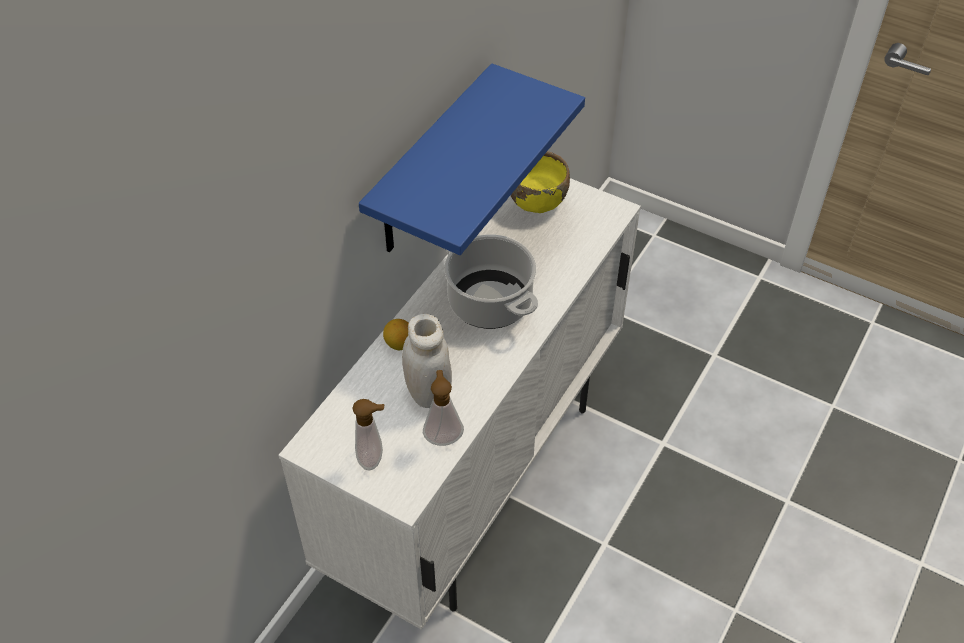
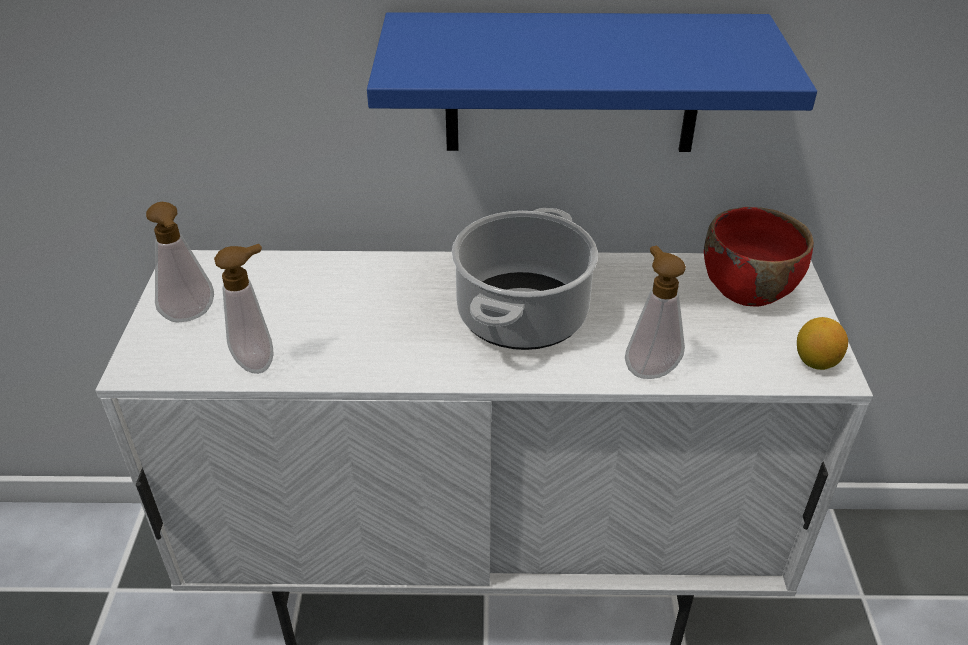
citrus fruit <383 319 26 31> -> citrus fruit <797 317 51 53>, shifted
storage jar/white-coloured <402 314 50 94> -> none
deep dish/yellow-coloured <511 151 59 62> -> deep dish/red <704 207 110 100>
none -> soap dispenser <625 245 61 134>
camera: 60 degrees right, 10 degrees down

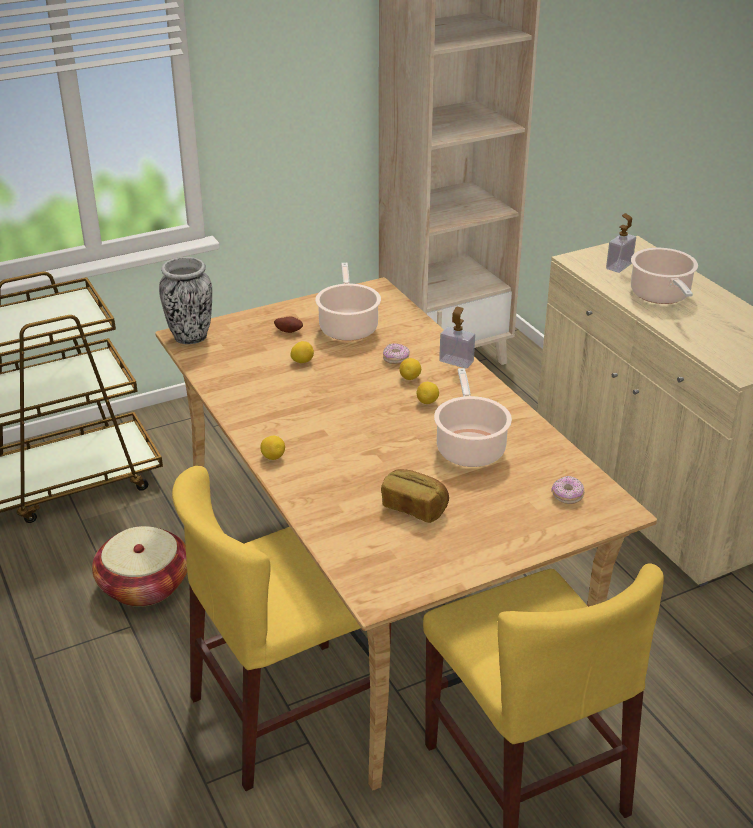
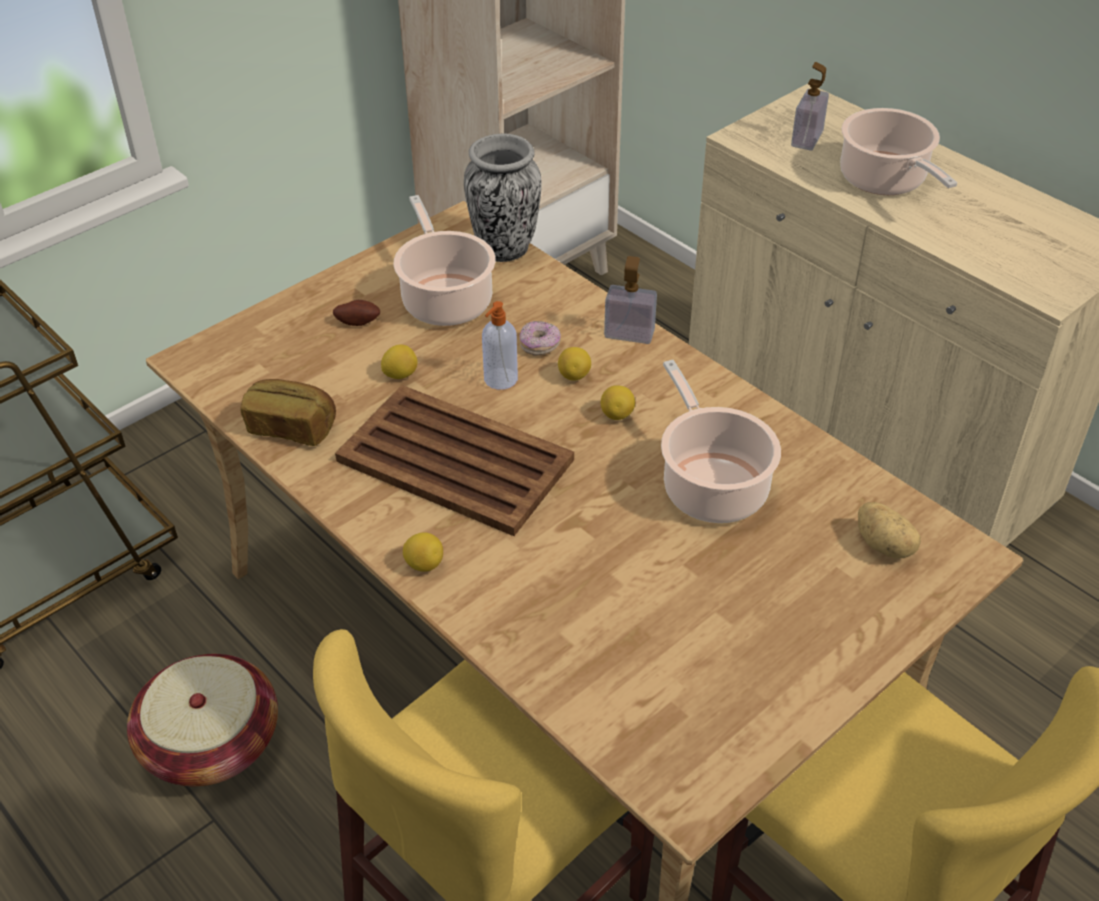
flower vase <159 257 53 87> -> flower vase <464 134 77 128>, shifted
bakery bread <381 469 68 54> -> bakery bread <240 379 96 67>, shifted
donut <551 476 34 28> -> spud <858 502 63 56>
none -> serving tray/brown <335 385 239 151>
none -> soap dispenser <482 301 36 89>
camera: 15 degrees left, 10 degrees up

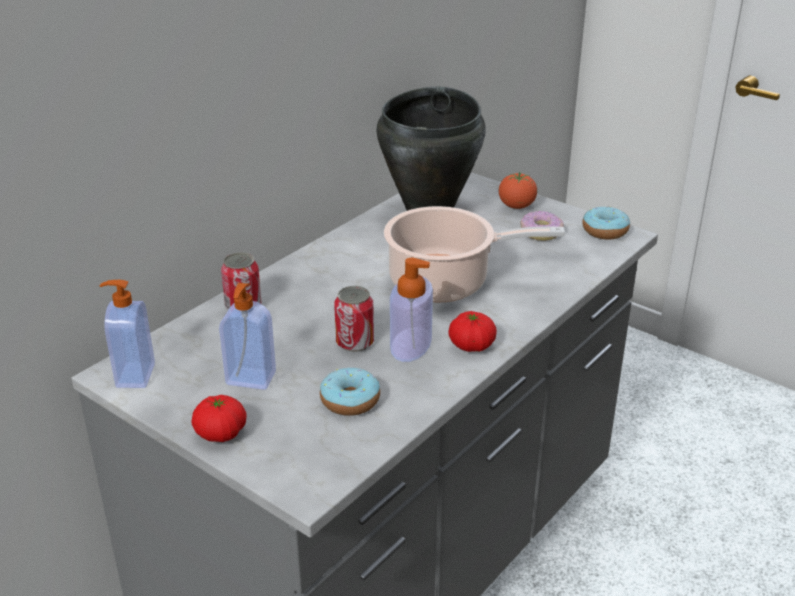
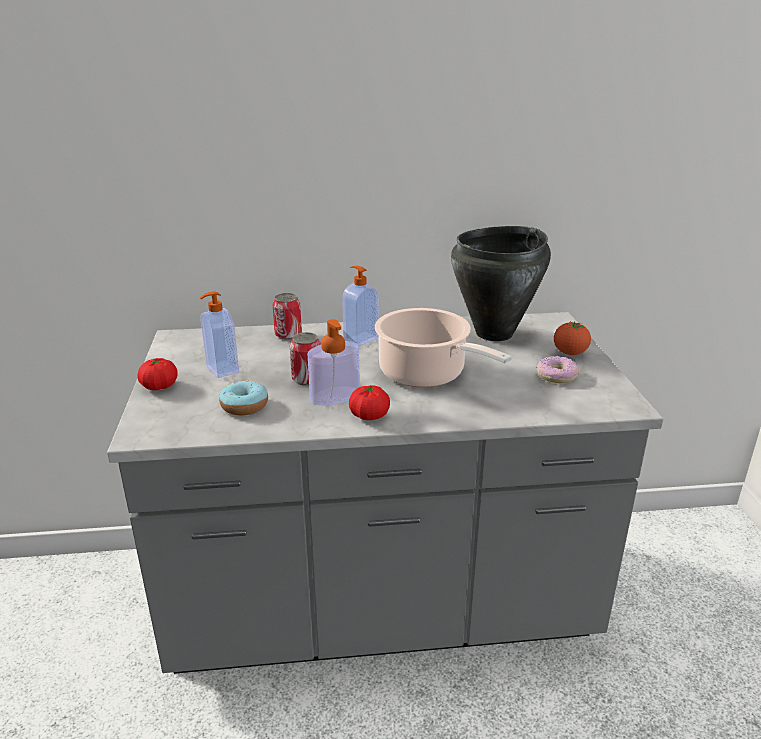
soap dispenser <100 280 55 108> -> soap dispenser <342 265 37 81>, shifted
donut <582 207 48 32> -> none
camera: 45 degrees right, 5 degrees down

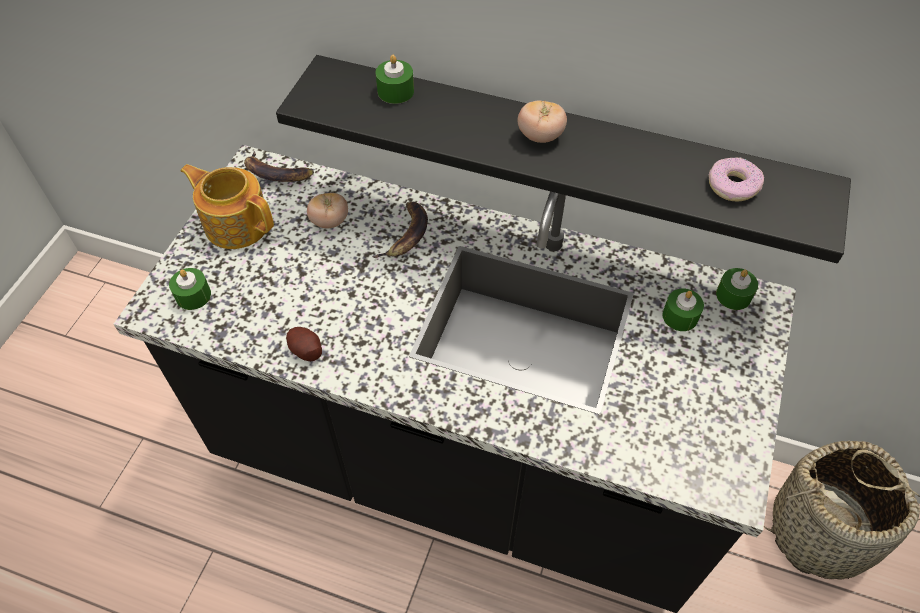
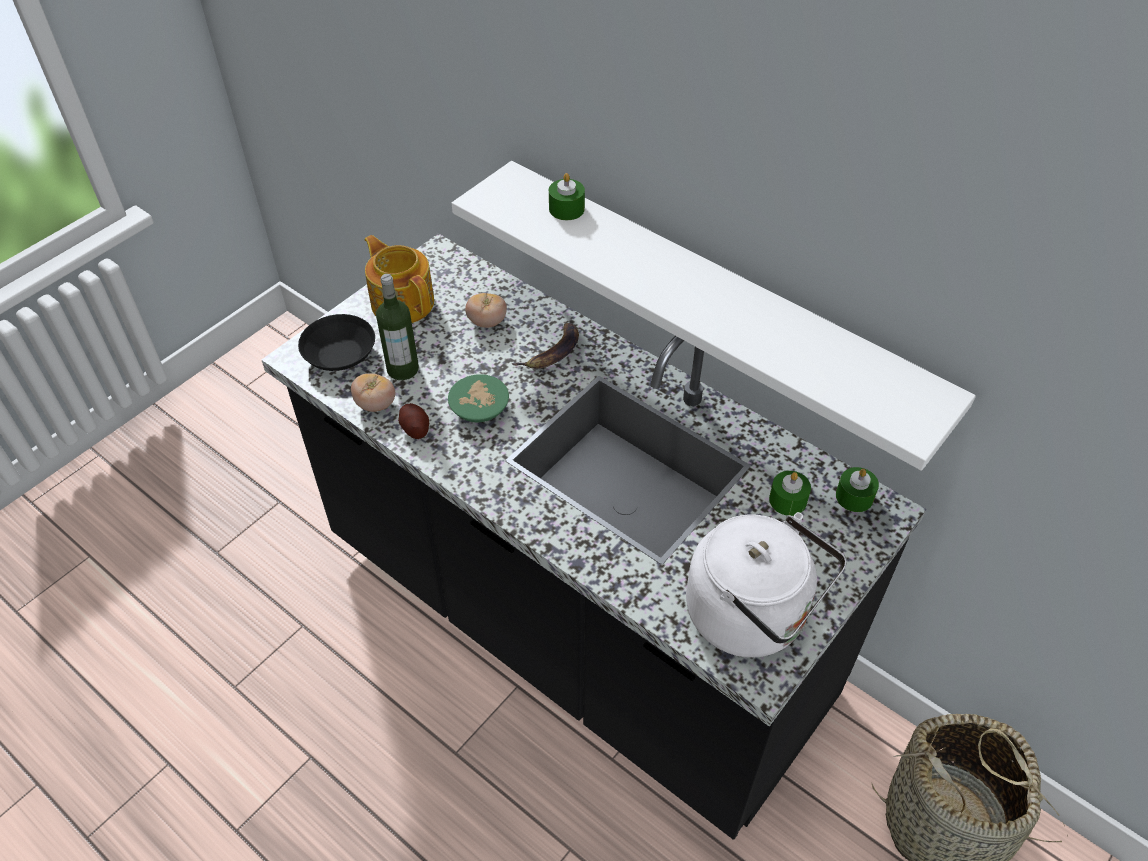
wax candle/greenish <169 268 42 42> -> deep dish/black <298 314 77 57>
whole banana <244 151 70 31> -> none
bracket shelf/black <276 55 575 208> -> bracket shelf/white-coloured <452 161 524 310>
fresh tomato <518 100 49 43> -> fresh tomato <351 373 44 39>, shifted
donut <709 157 55 44> -> none
none -> beverage bottle <376 274 43 106>
none -> deep dish/greenish <448 374 61 48>
none -> kettle/white-coloured <686 512 160 146>
camera: 20 degrees right, 5 degrees down

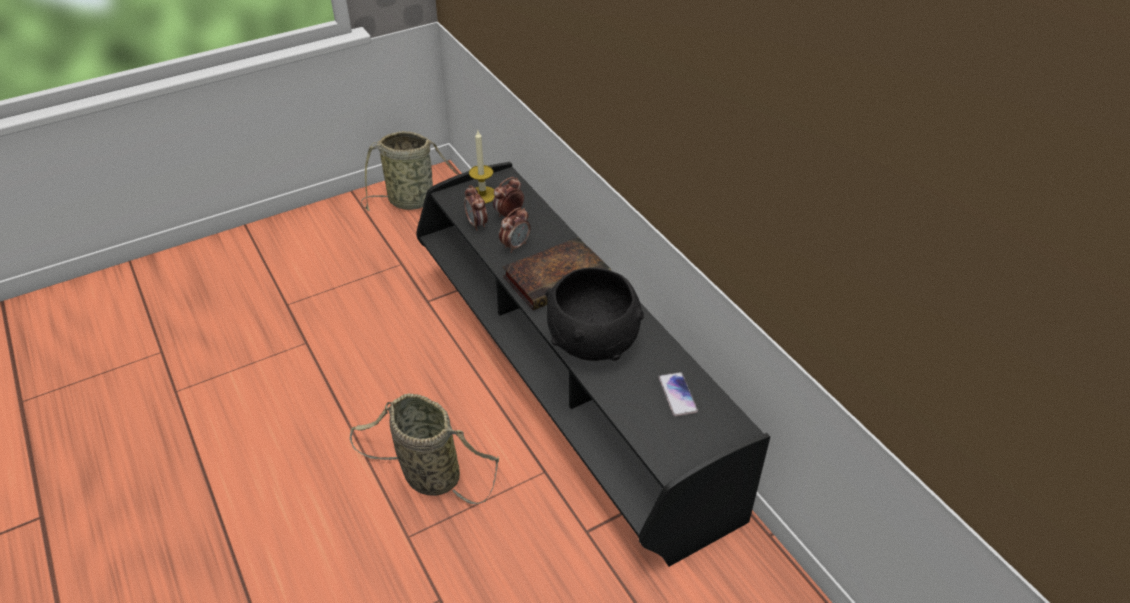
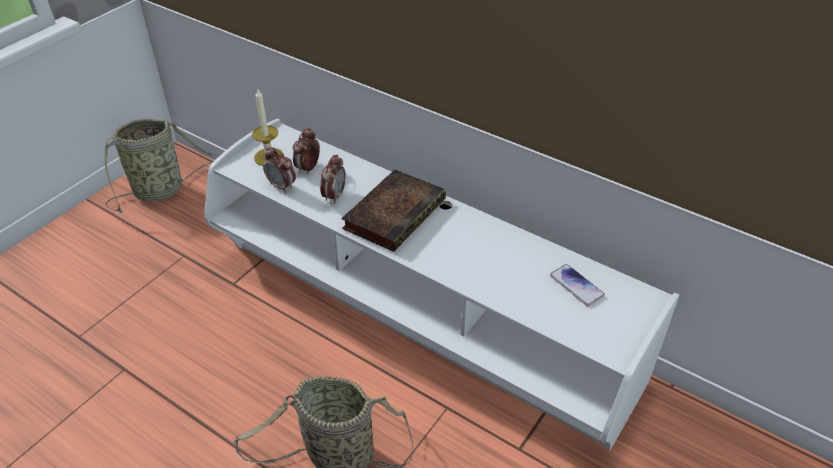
tv unit/black <416 162 354 405> -> tv unit/white-coloured <204 119 475 332>
deep dish/black <545 267 99 94> -> none
camera: 25 degrees left, 0 degrees up

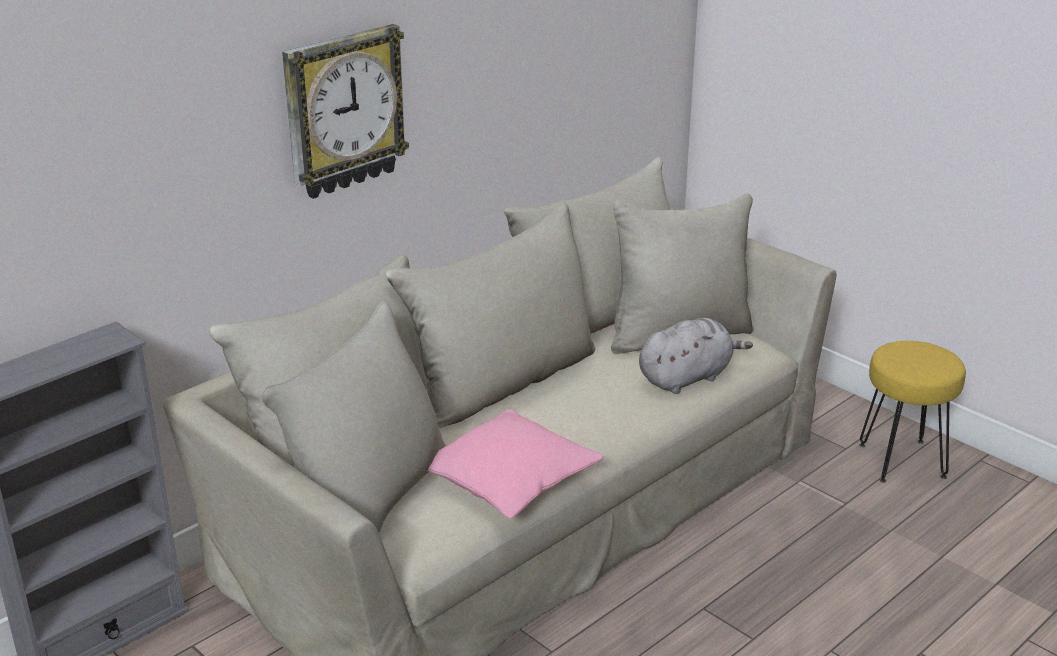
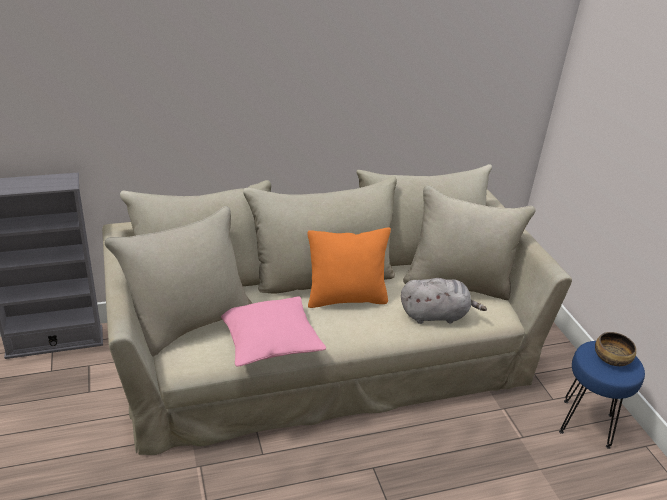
hanging clock <282 24 127 175> -> none
stool/yellow-coloured <859 341 107 142> -> stool/blue-coloured <559 341 86 108>
none -> throw pillow/orange <308 228 83 80>
none -> deep dish <595 332 41 34>
camera: 25 degrees right, 5 degrees up

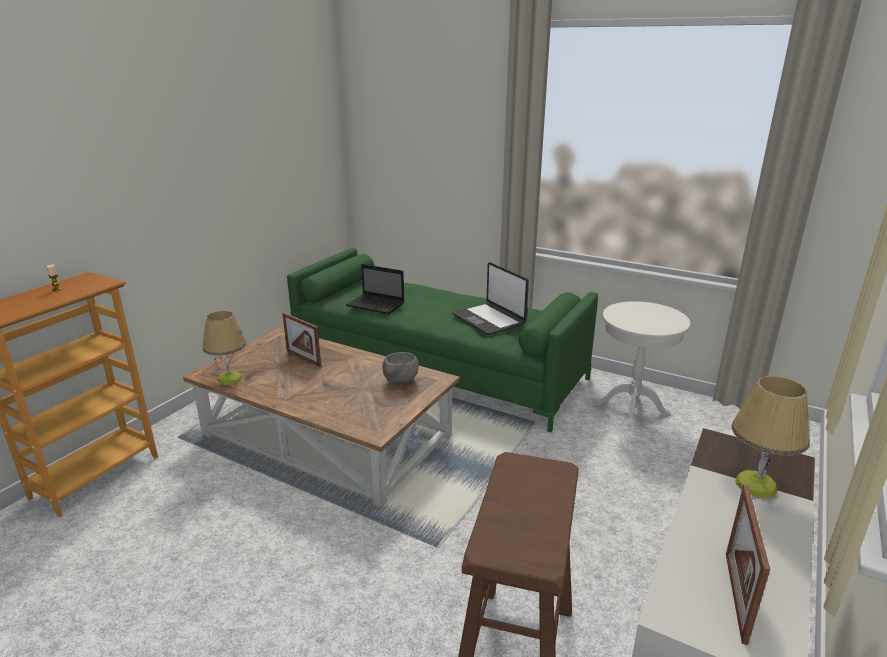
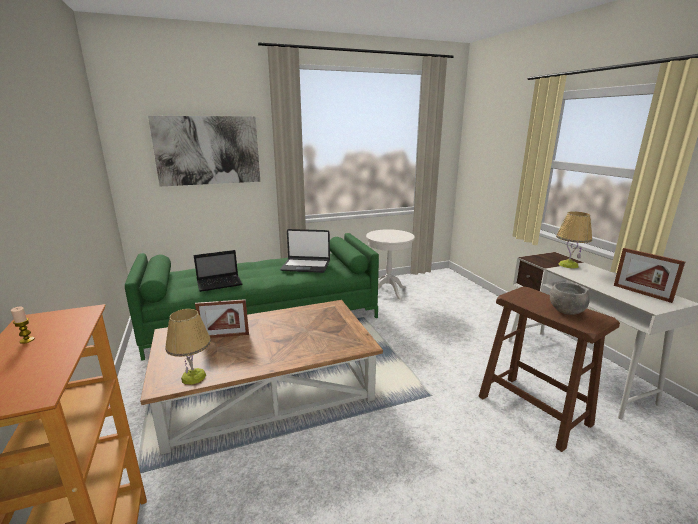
deep dish/greyish <382 352 37 32> -> deep dish/greyish <550 282 40 33>, shifted
none -> picture <148 116 112 70>
camera: 50 degrees left, 5 degrees down

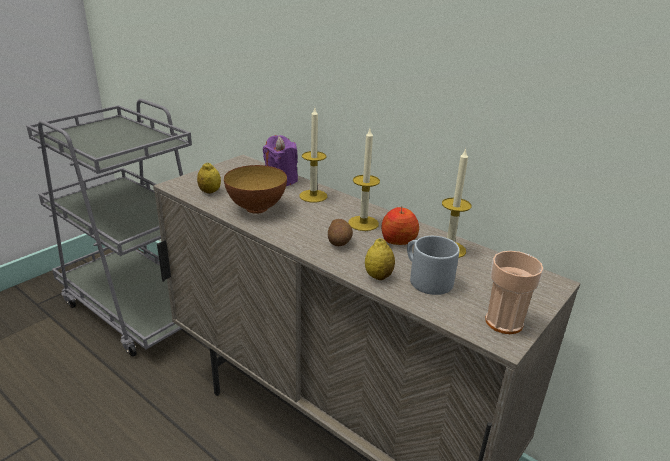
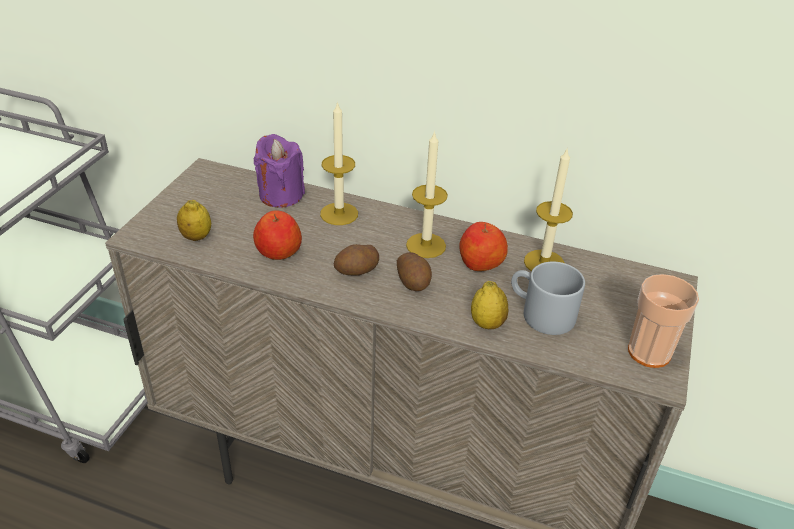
deep dish <224 165 63 49> -> whole apple <253 210 49 50>
none -> spud <334 244 45 32>
camera: 20 degrees left, 10 degrees up

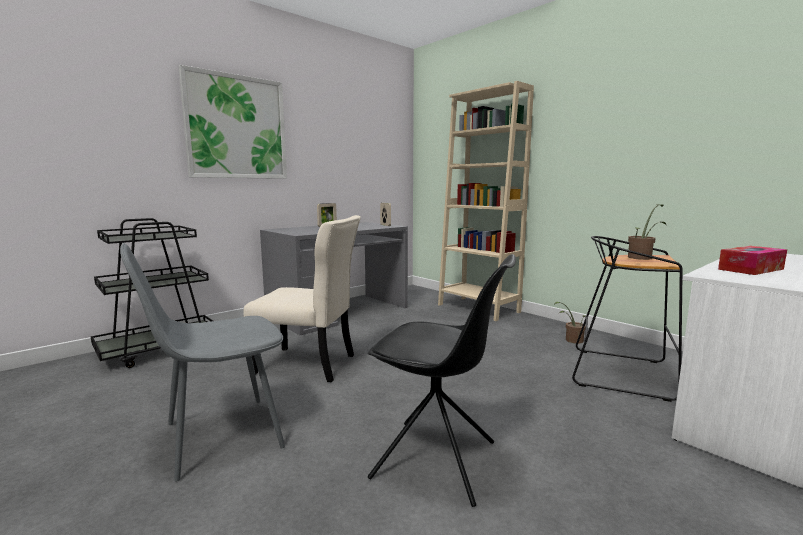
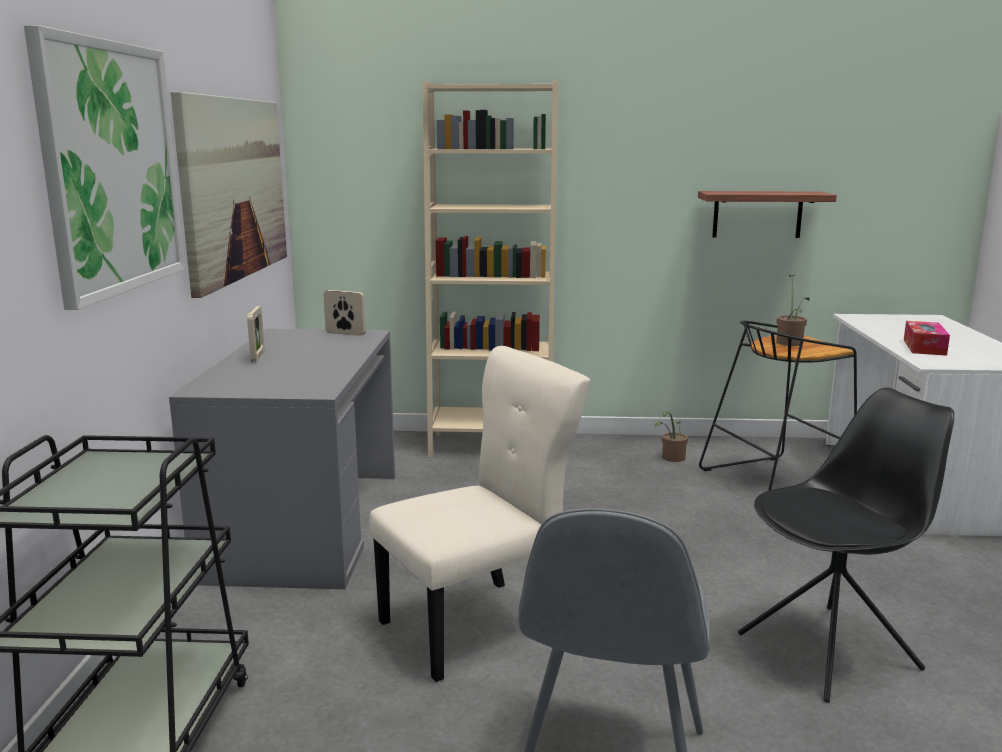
none -> picture <171 92 116 206>
none -> bracket shelf <698 191 139 47>
camera: 45 degrees left, 5 degrees up

